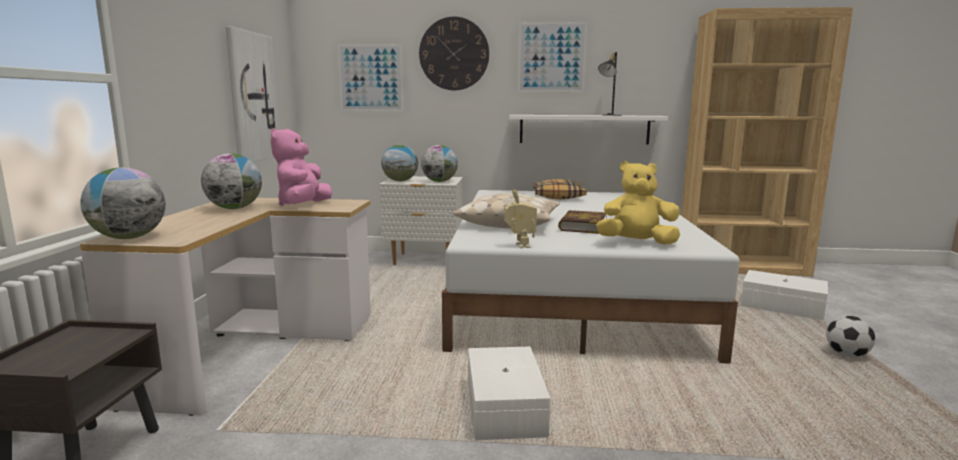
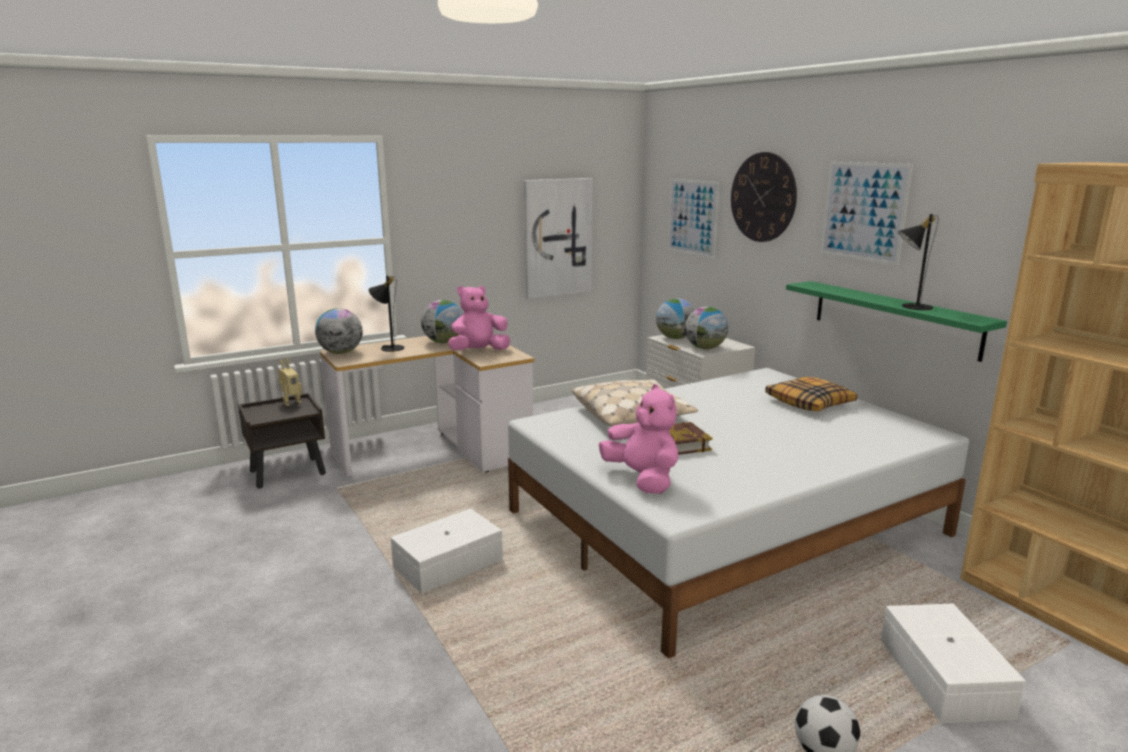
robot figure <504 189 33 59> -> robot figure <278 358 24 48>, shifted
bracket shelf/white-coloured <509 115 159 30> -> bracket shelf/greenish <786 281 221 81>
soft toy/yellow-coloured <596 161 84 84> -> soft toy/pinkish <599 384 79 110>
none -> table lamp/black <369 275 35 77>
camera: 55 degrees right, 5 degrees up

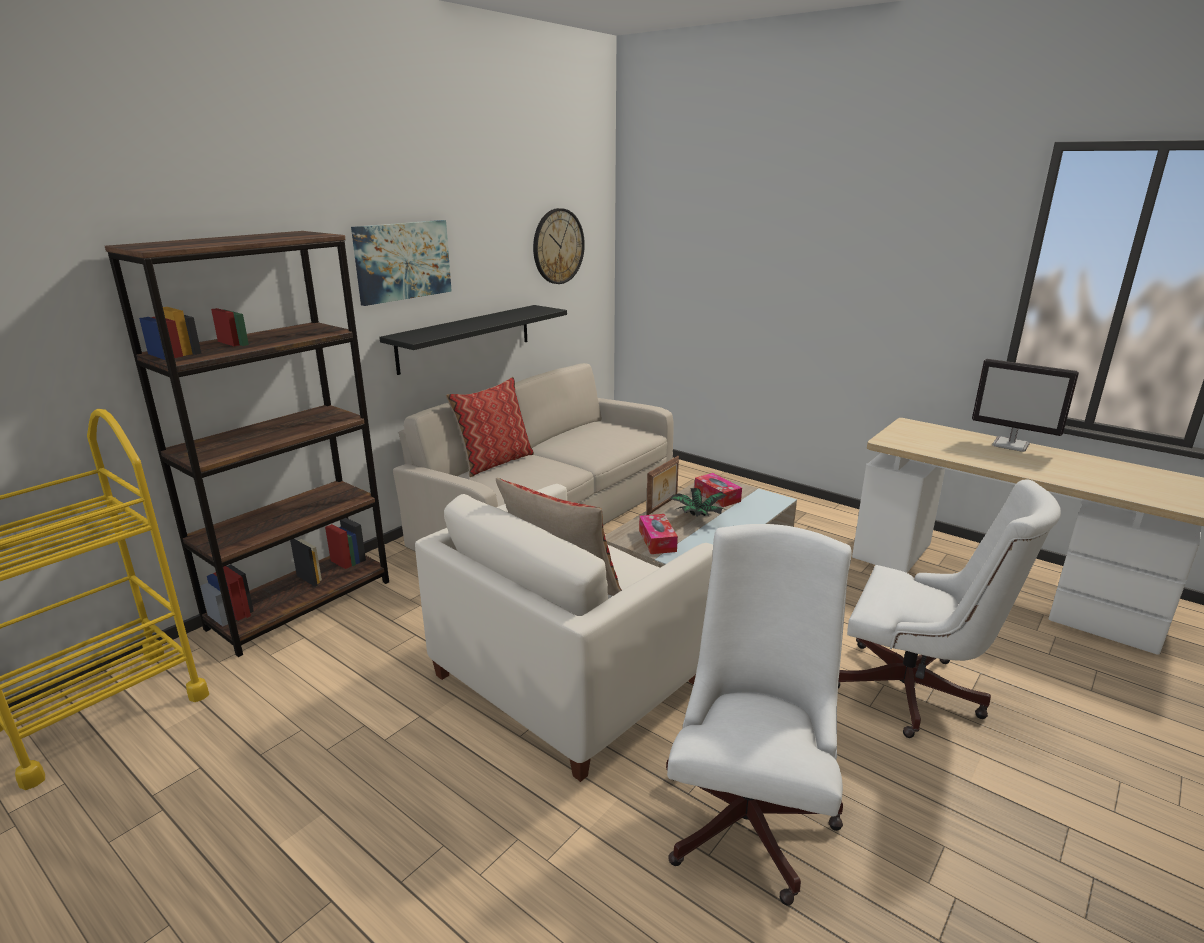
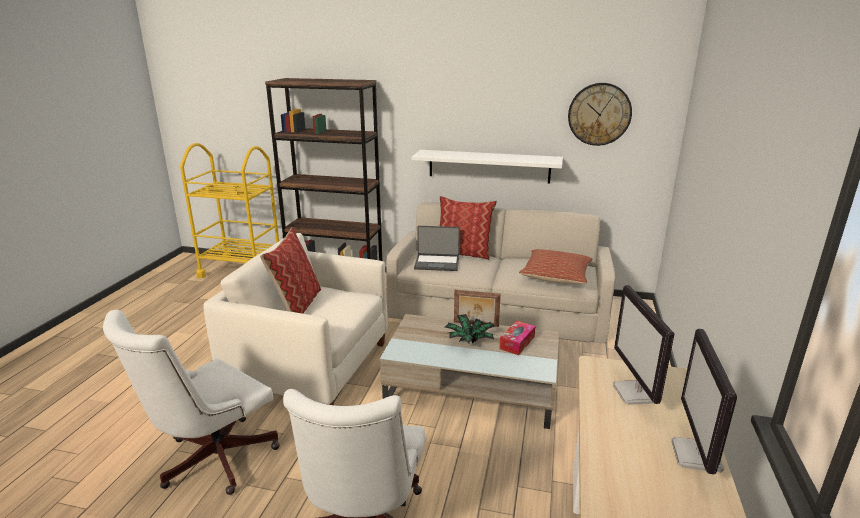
picture <351 220 101 86> -> none
bracket shelf/black <379 305 188 70> -> bracket shelf/white-coloured <412 150 151 34>
tissue box <639 514 39 40> -> none
computer chair/white-coloured <666 524 186 382> -> computer chair/white-coloured <103 310 177 185>, 135 degrees clockwise
none -> notebook computer <414 226 46 45>
none -> throw pillow <519 249 74 35>
none -> computer display <613 285 62 120>
camera: 65 degrees right, 0 degrees up

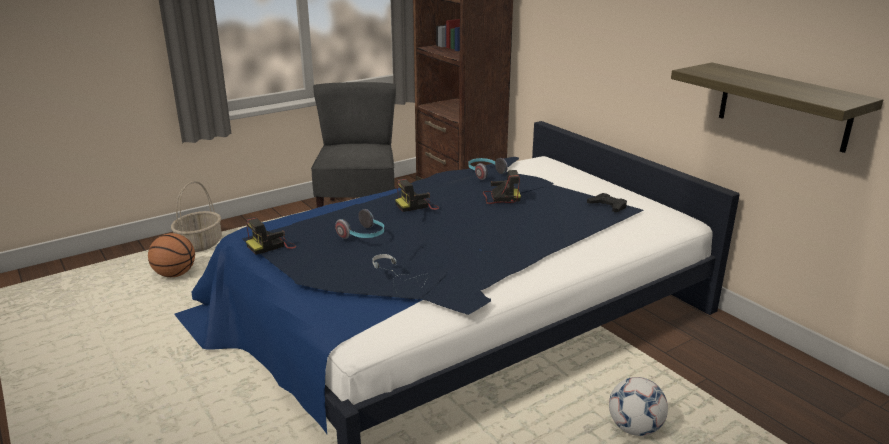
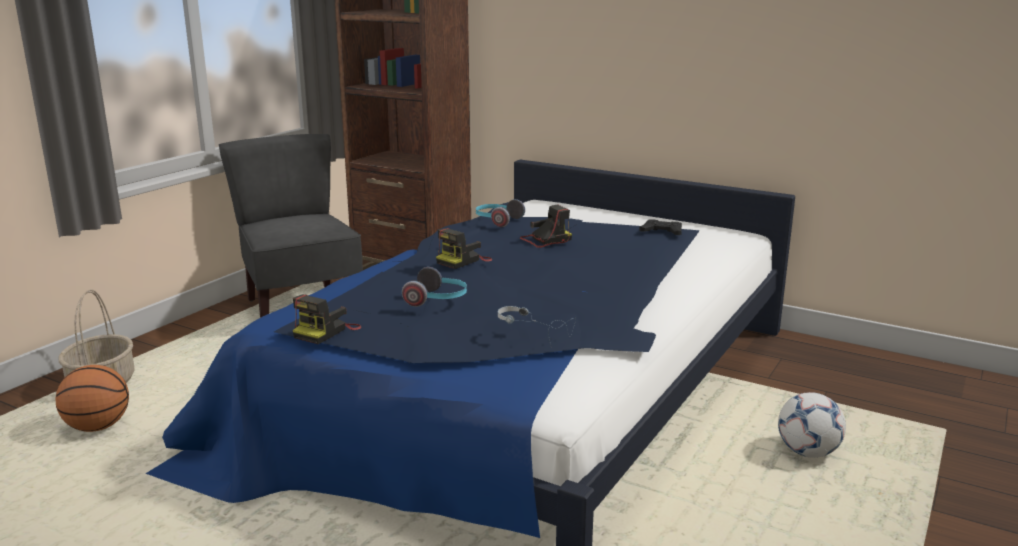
bracket shelf <671 63 212 90> -> none
camera: 25 degrees left, 5 degrees down

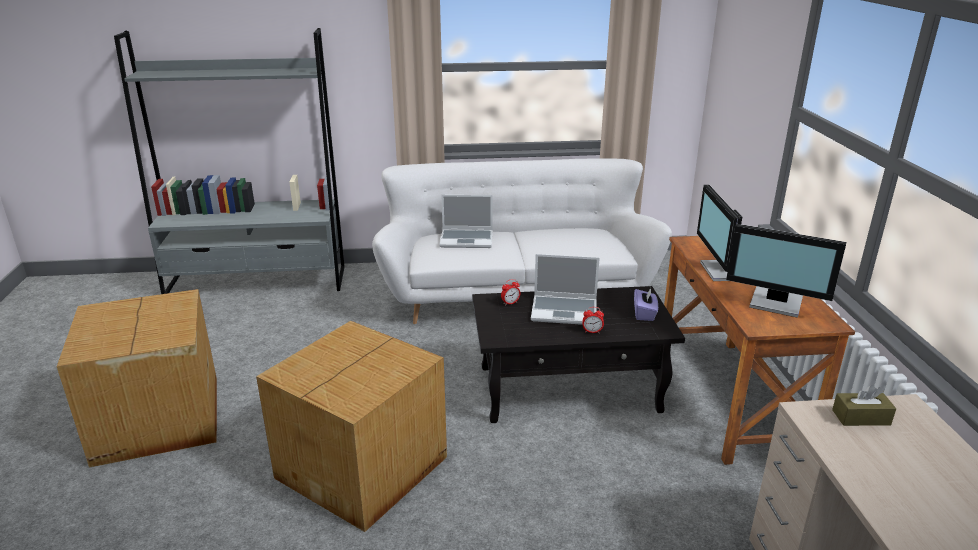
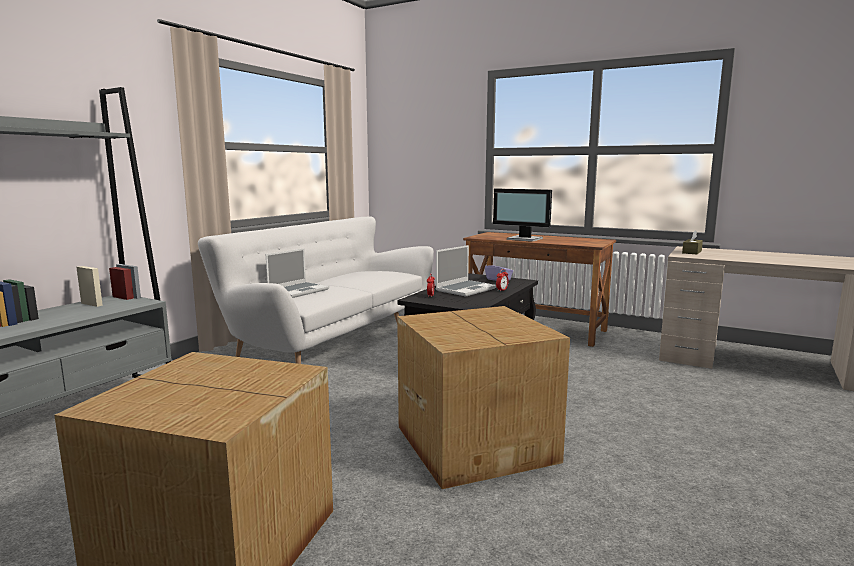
computer display <726 224 120 94> -> none
camera: 55 degrees left, 15 degrees down

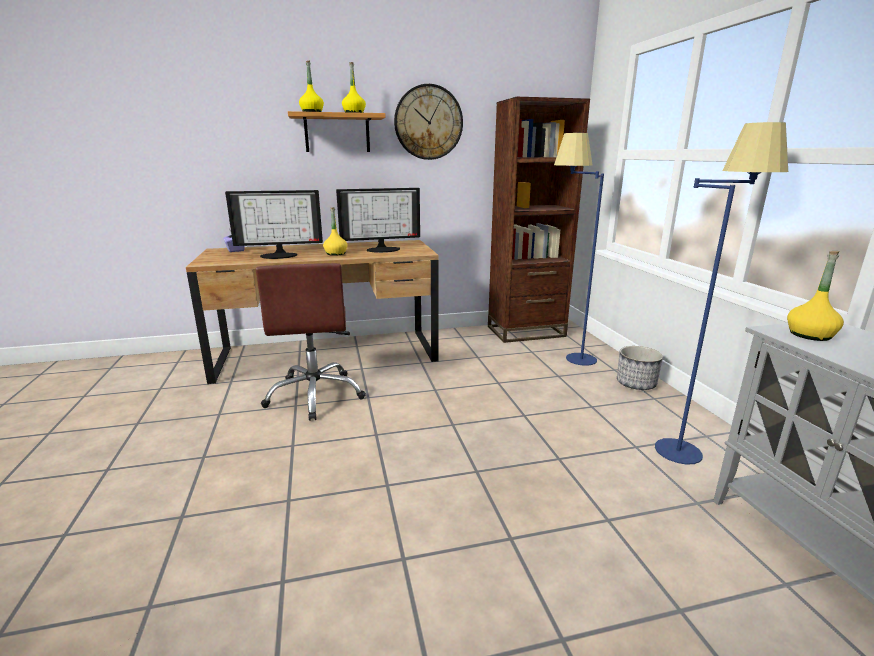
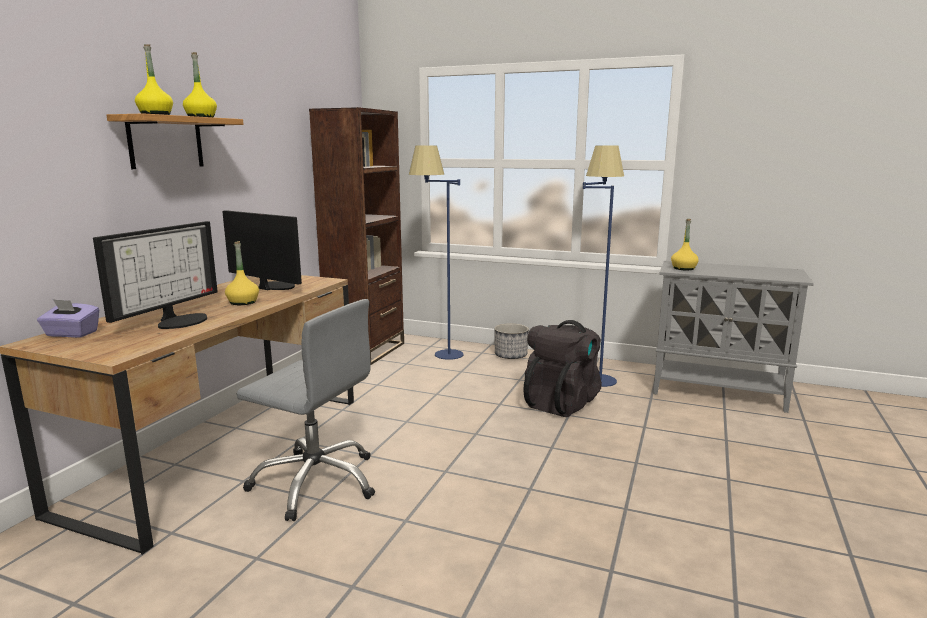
computer chair/brown <256 263 110 158> -> computer chair/greyish <237 299 138 222>
computer display <336 188 84 65> -> computer display <222 210 80 80>, 75 degrees counterclockwise
hanging clock <394 84 69 76> -> none
none -> rucksack/black <523 320 79 97>
camera: 55 degrees left, 5 degrees down

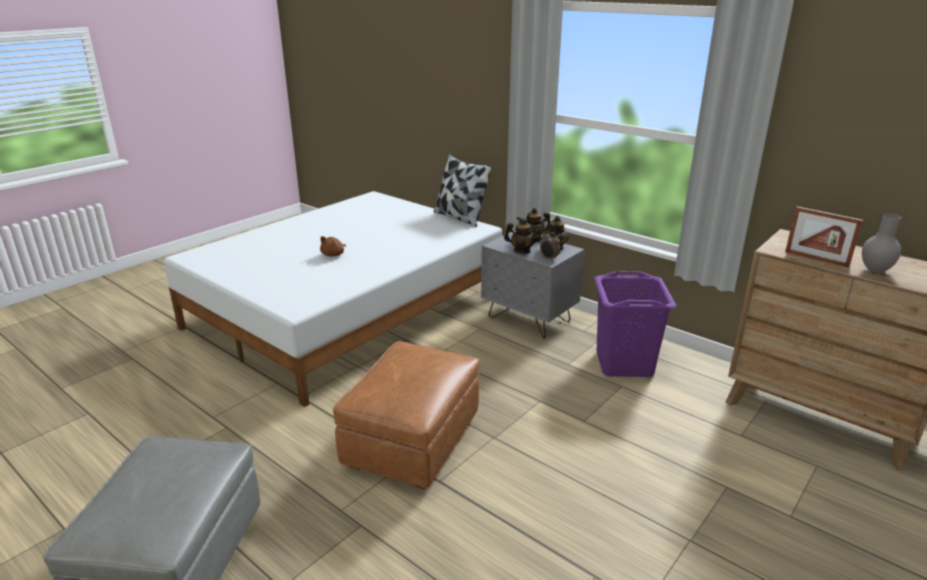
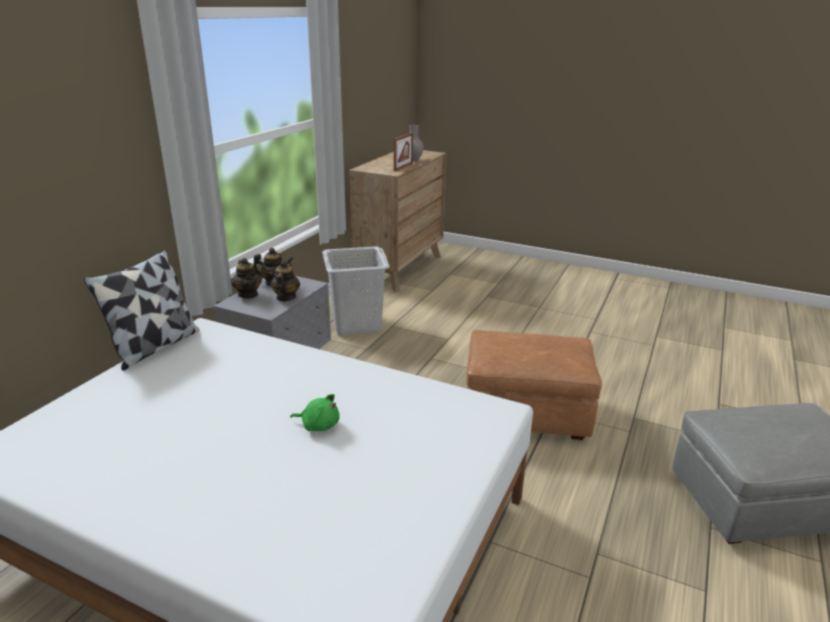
soft toy/brown <320 236 26 20> -> soft toy/greenish <290 394 50 37>
table clock <540 231 21 30> -> none
hamper/purplish <594 271 82 106> -> hamper/greyish <322 246 68 90>
camera: 105 degrees left, 0 degrees up

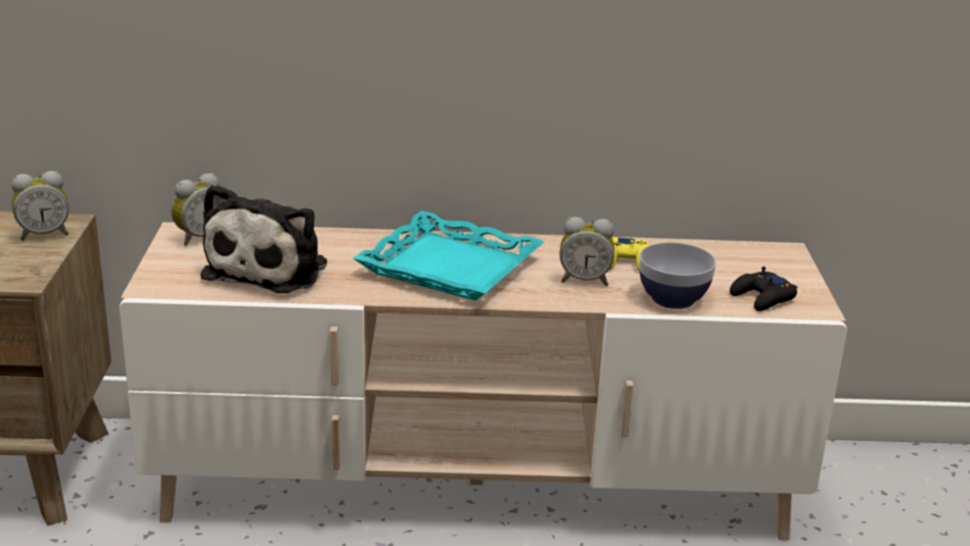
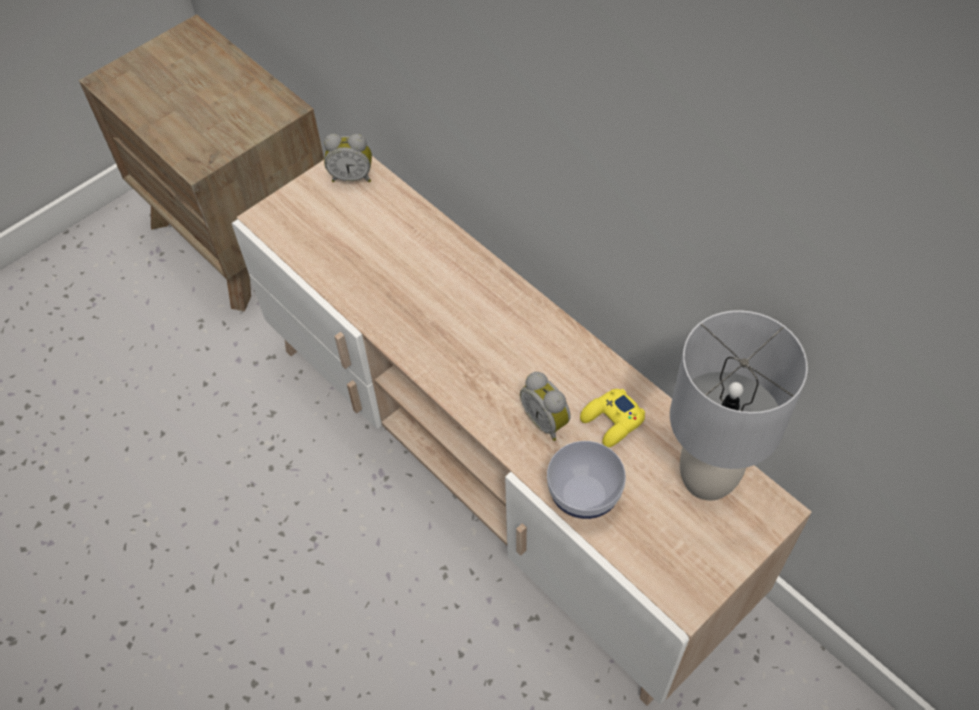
table clock <12 171 57 70> -> none
soft toy <201 184 126 109> -> none
serving tray/blue-green <353 211 192 90> -> none
joypad/black <730 266 67 45> -> none
none -> table lamp/greyish <670 310 138 190>
camera: 50 degrees right, 30 degrees up

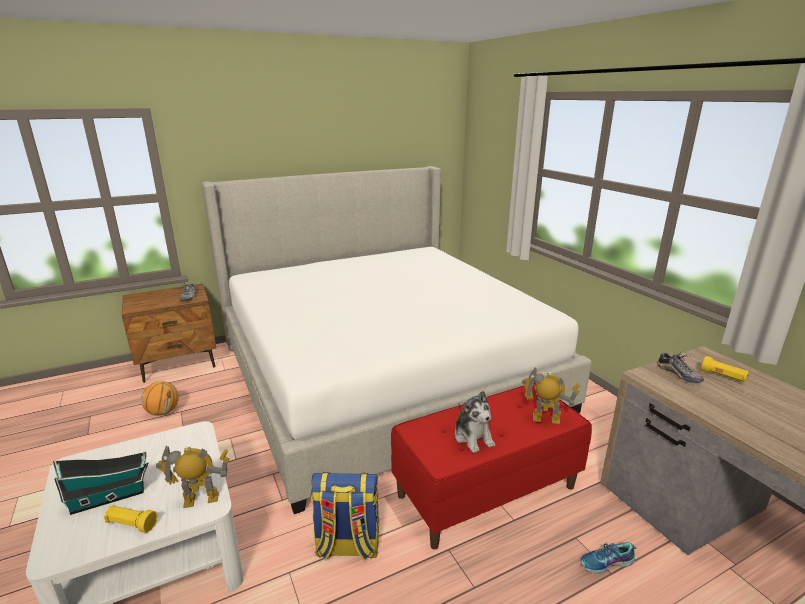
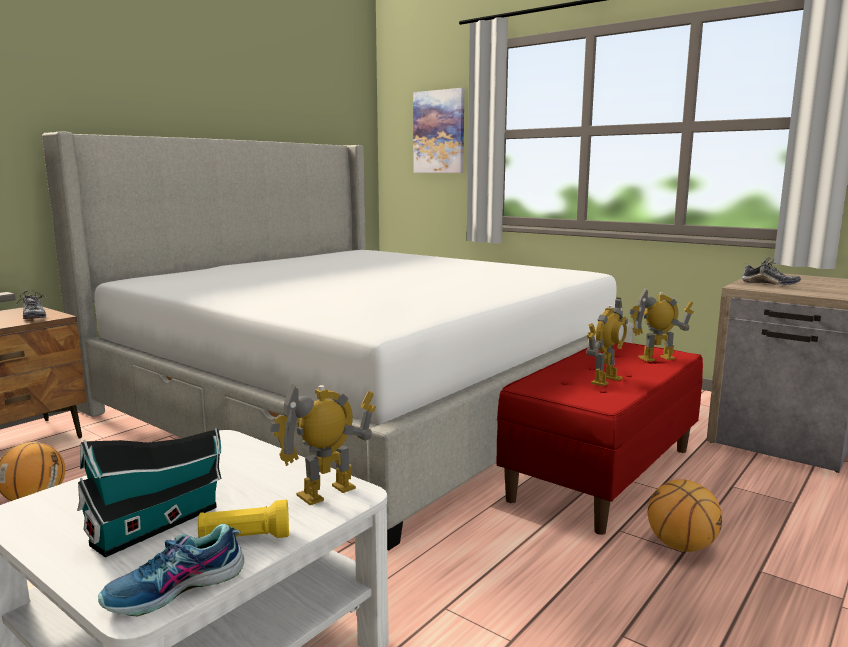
rucksack <311 472 68 89> -> none
soft toy <455 391 40 62> -> robot figure <586 297 42 89>
shoe <581 542 56 32> -> shoe <98 524 146 92>, shifted
flashlight/yellow-coloured <701 356 48 26> -> none
none -> picture <413 88 51 85>
none -> ball for basketball <648 479 74 73>
camera: 25 degrees left, 10 degrees down

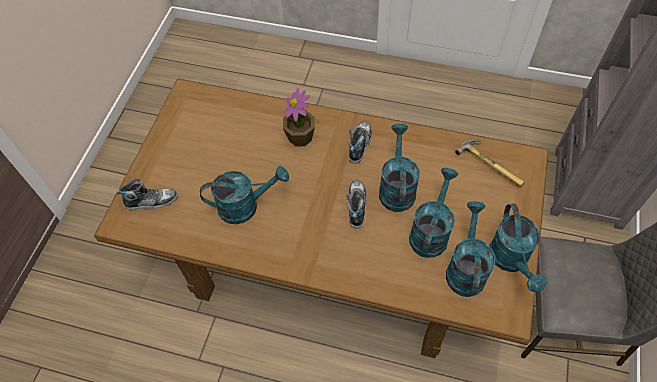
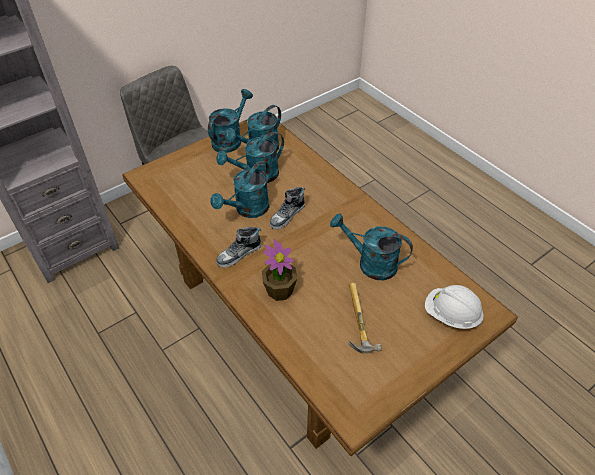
shoe <117 178 61 32> -> hard hat/white-coloured <425 285 59 44>
hand hammer <455 139 70 48> -> hand hammer <349 282 33 72>, shifted
camera: 145 degrees left, 10 degrees down

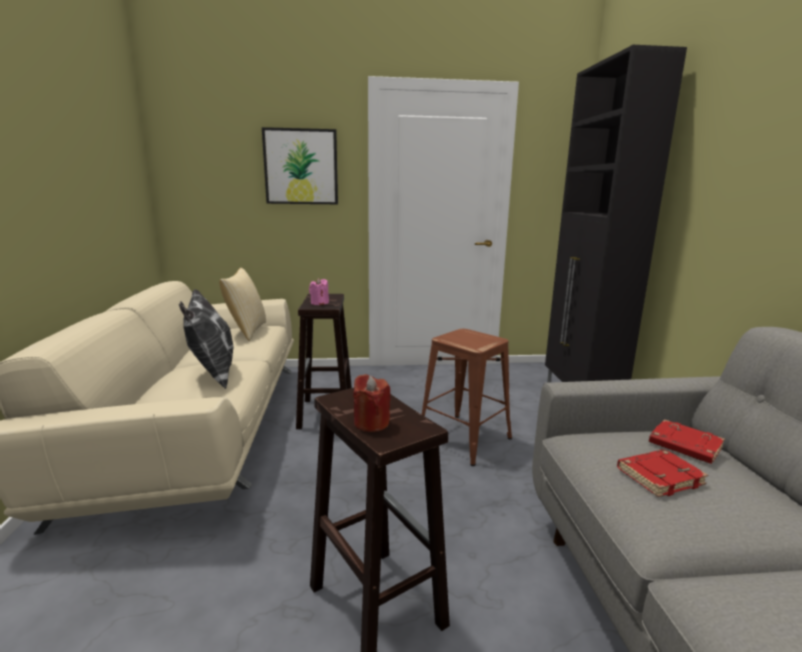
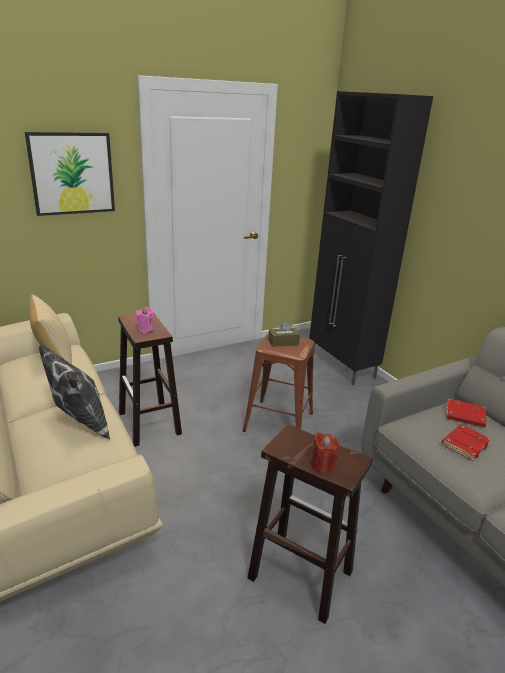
none -> tissue box/brown <268 321 32 26>
camera: 25 degrees left, 10 degrees up

